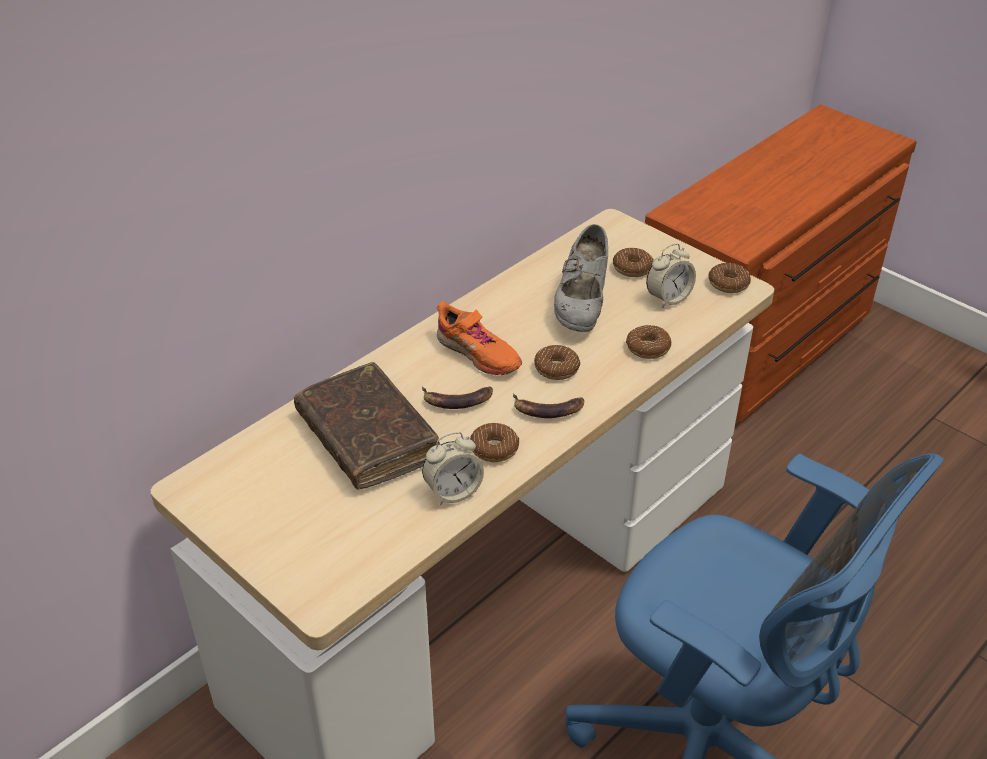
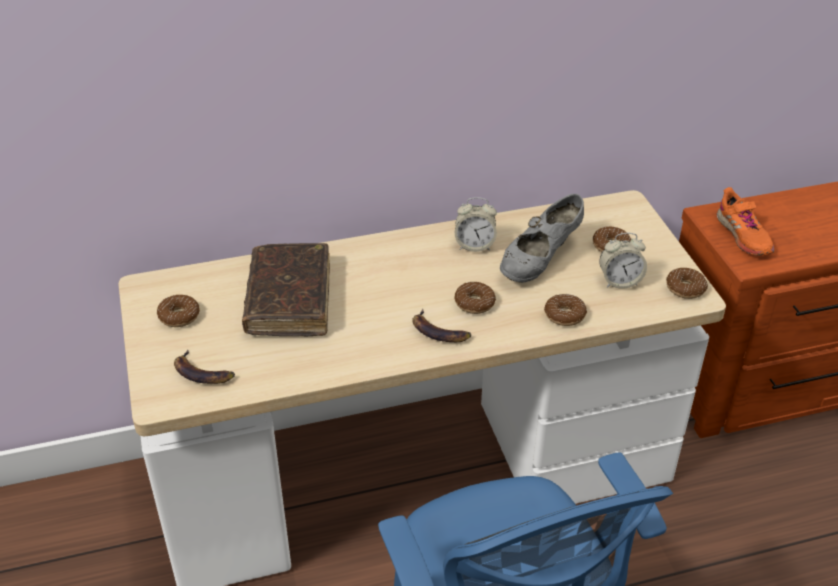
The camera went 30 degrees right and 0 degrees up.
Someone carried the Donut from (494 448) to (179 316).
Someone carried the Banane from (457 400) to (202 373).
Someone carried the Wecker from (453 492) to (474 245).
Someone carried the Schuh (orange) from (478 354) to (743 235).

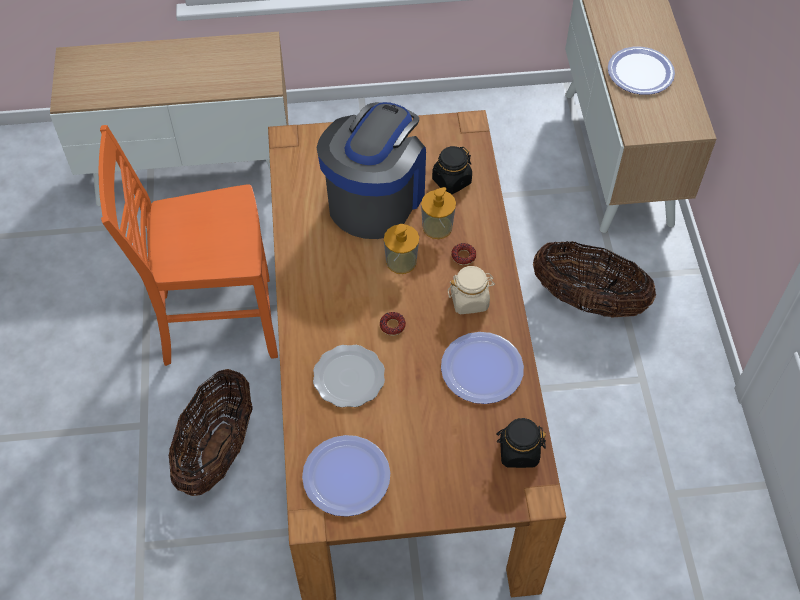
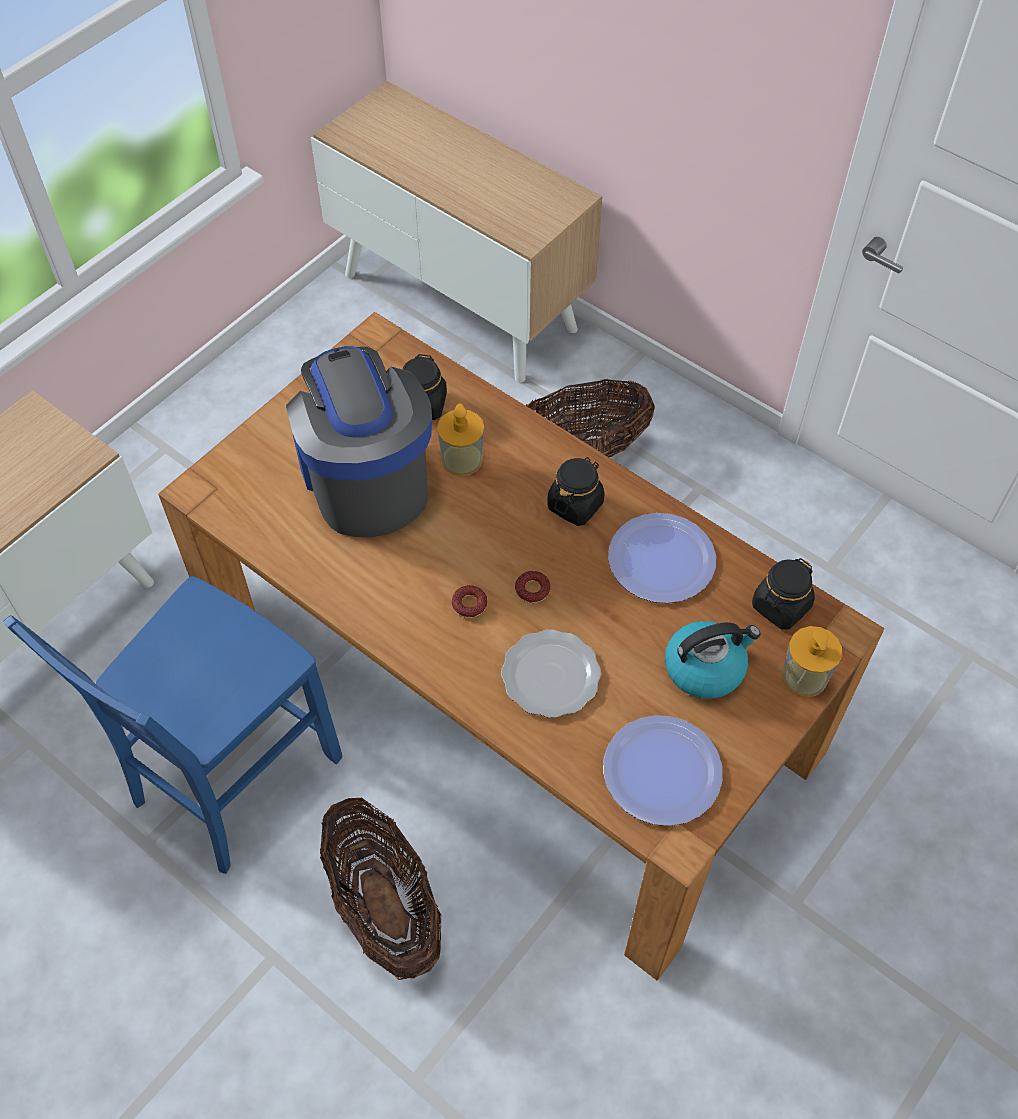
The camera went 45 degrees left and 0 degrees up.
Someone repainted the Stuhl (orange) at (215 322), which became the Stuhl (blau) at (231 780).
Someone carried the Donut from (463 256) to (469 604).
Someone repainted the Vorratsglas (beige) at (469 300), which became the Vorratsglas (schwarz) at (575 505).
Someone put down the Wasserkessel at (705 667).
Someone carried the Seifenspender from (401 261) to (804 677).
Someone took away the Teller at (640 72).

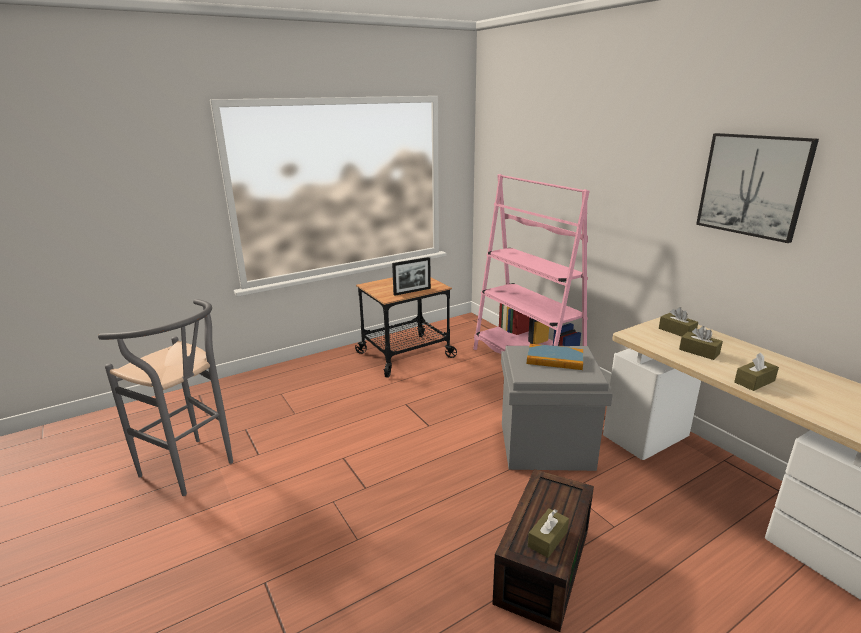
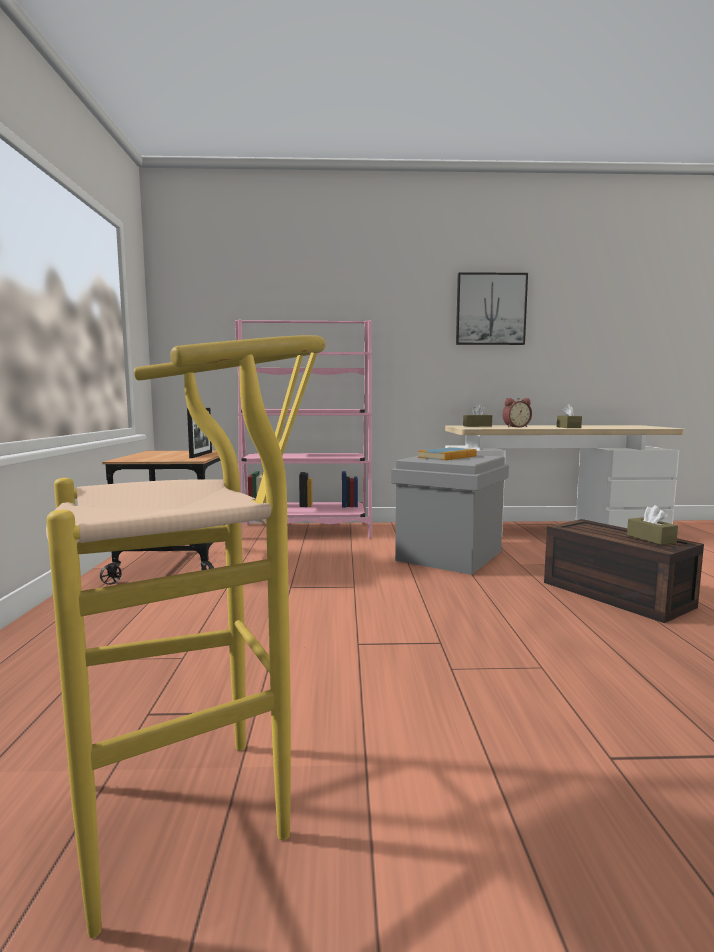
The camera went 60 degrees left and 15 degrees down.
Someone repainted the Hocker (grau) at (194 470), which became the Hocker (gelb) at (204 807).
Someone swapped the Taschentuchbox (braun) at (699 351) for the Wecker at (515 427).

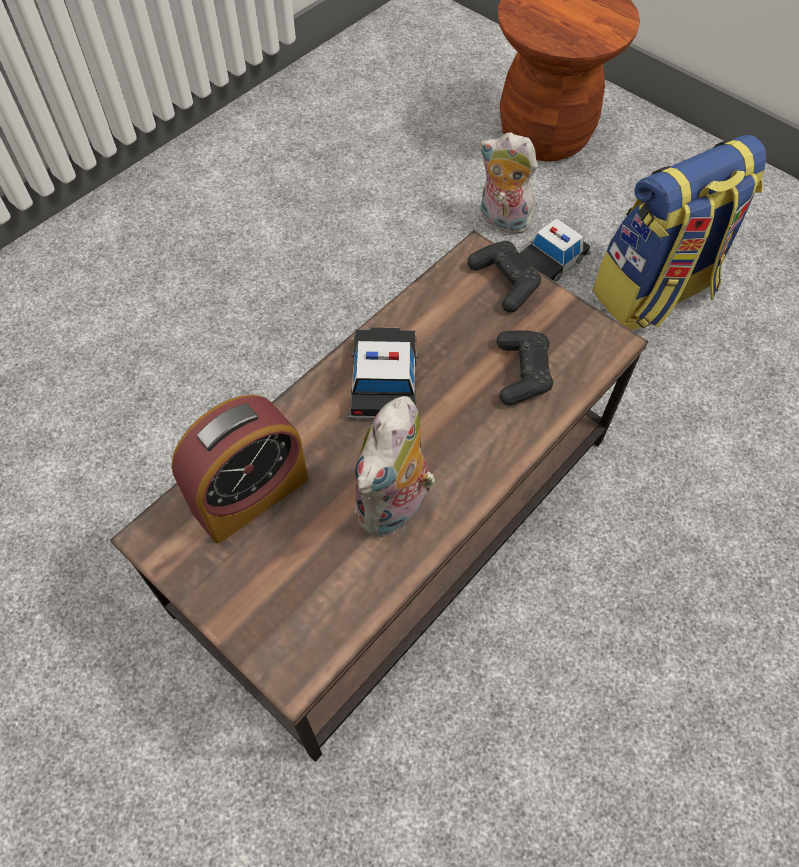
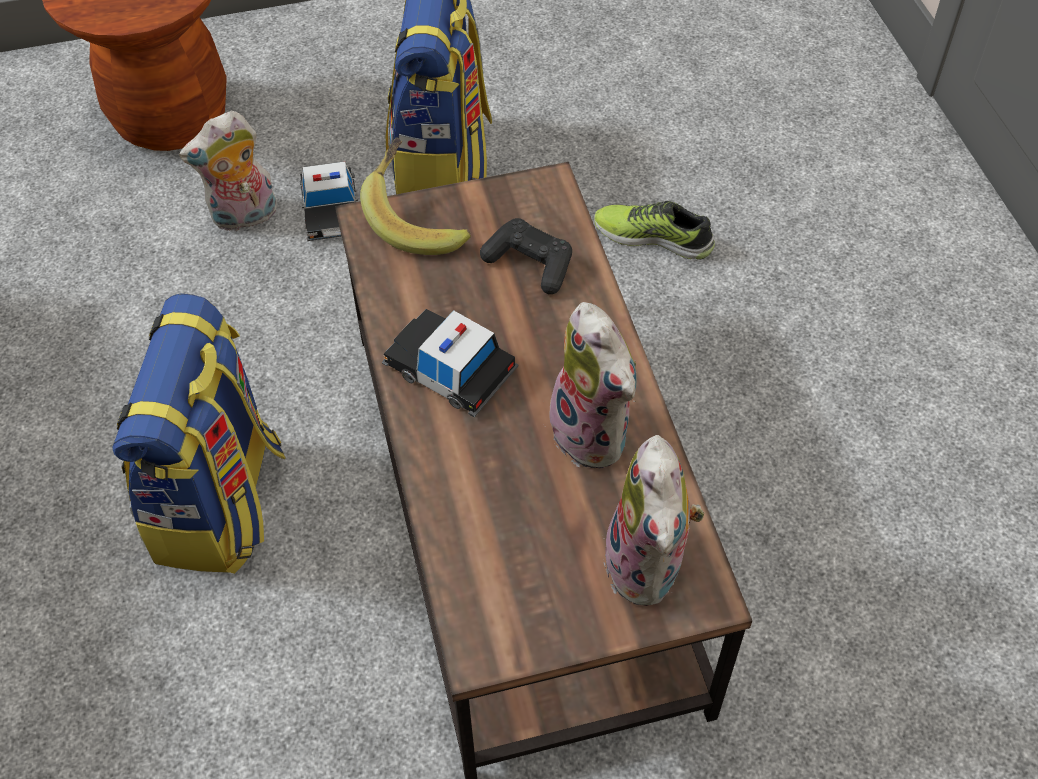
The camera went 55 degrees left and 5 degrees down.
Someone put down the Rucksack at (221 503).
Someone swapped the Gamepad (schwarz) at (504 282) for the Banane at (418 218).
Someone put down the Schuh at (654 236).
Someone put down the Plüschtier at (649 566).
Someone took away the Wecker at (250 494).

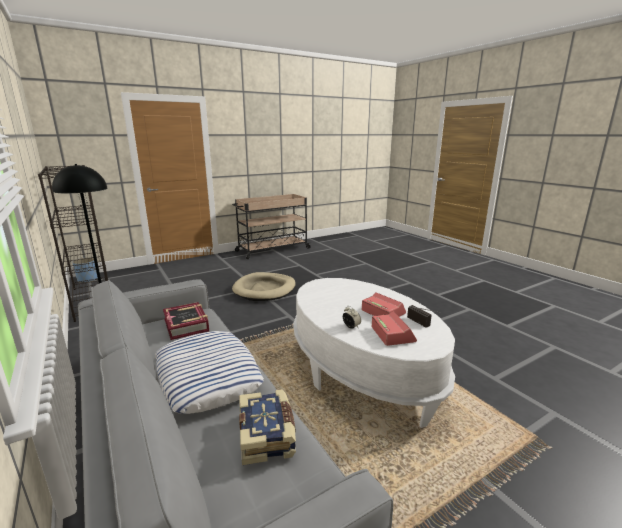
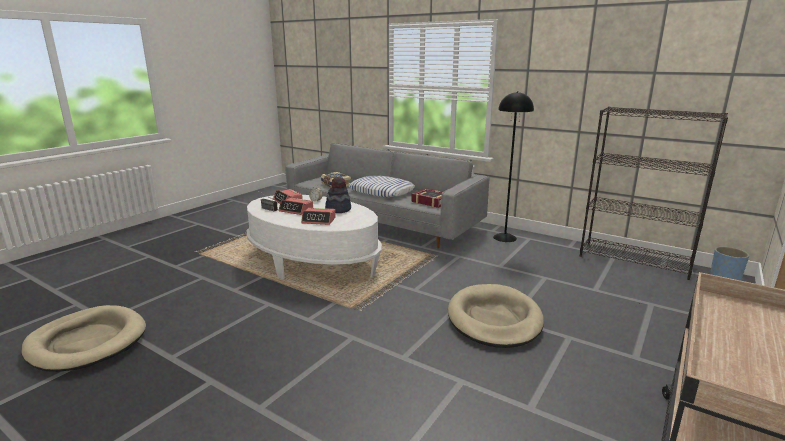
The camera went 155 degrees right and 0 degrees up.
Someone put down the Hundebett (beige) at (87 342).
Someone put down the Wecker at (319 220).
Someone put down the Hut at (338 209).

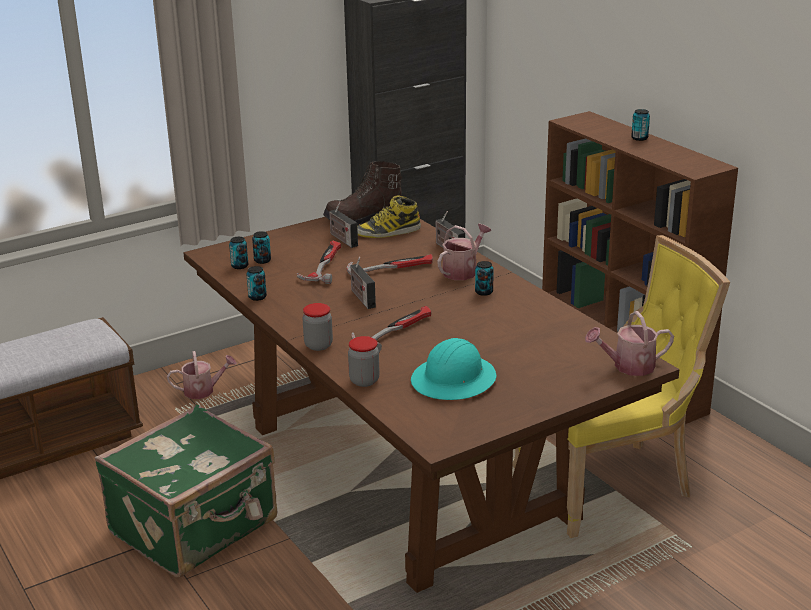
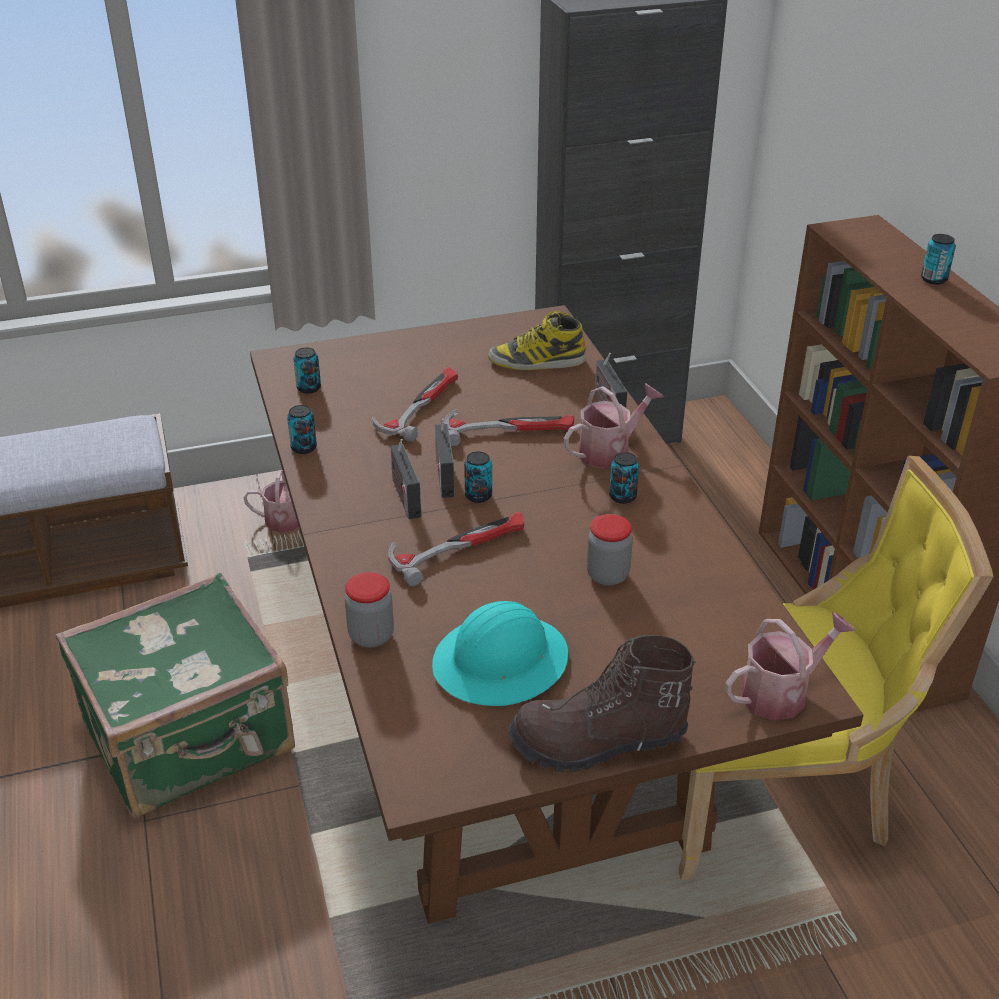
The camera went 15 degrees right and 10 degrees up.
Someone carried the Radio from (342 239) to (404 496).
Someone carried the Dose from (262 260) to (478 496).
Someone carried the Stiefel (braun) from (364 218) to (598 742).
Someone carried the Vorratsglas from (318 345) to (607 575).
Someone rotated the Gießkanne at (628 367) by 150 degrees clockwise.

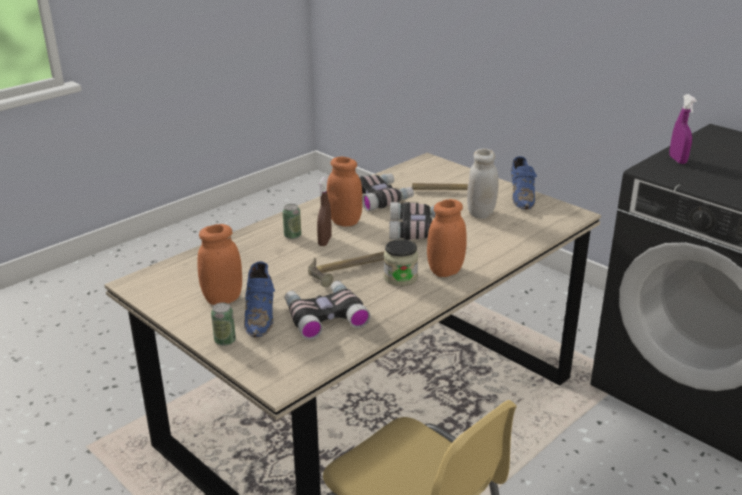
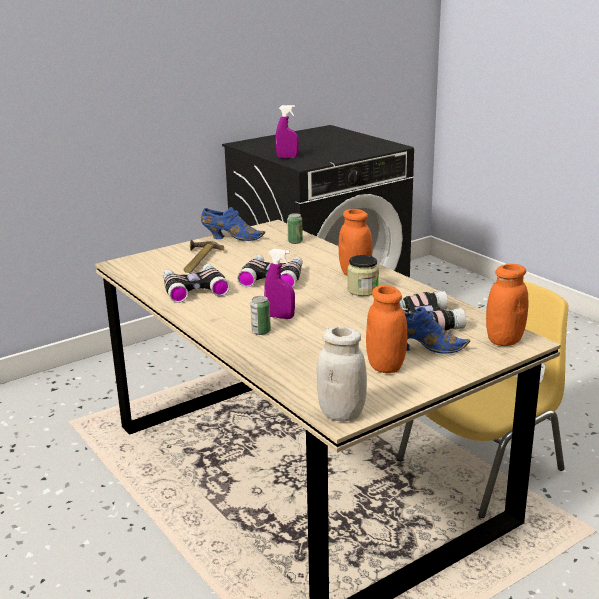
The camera went 80 degrees left and 5 degrees down.
Someone repainted the Sprühflasche (braun) at (325 241), which became the Sprühflasche (lila) at (280 317).
Someone carried the Dose from (225 341) to (295 242).
Someone carried the Vorratsglas (weiß) from (481 213) to (341 414).
Someone carried the Vorratsglas (orange) from (345 221) to (504 340).
Someone took away the Hammer at (352 270).

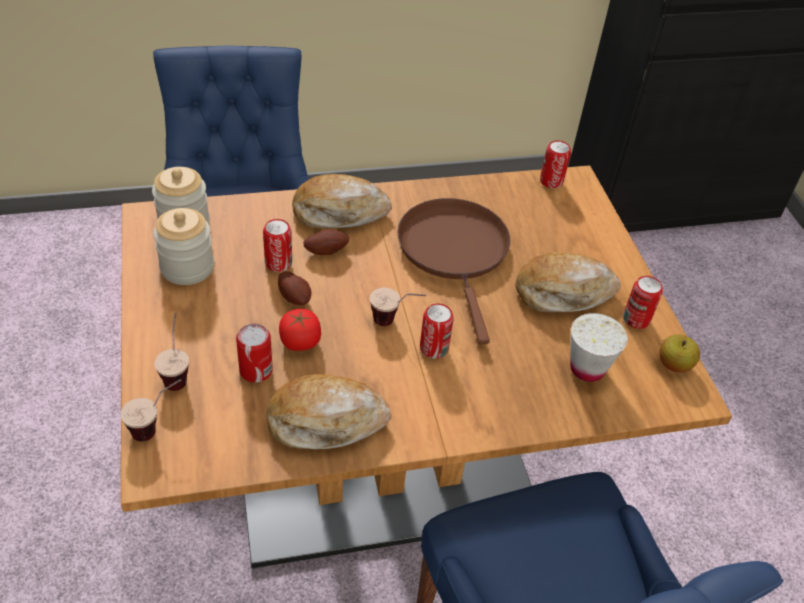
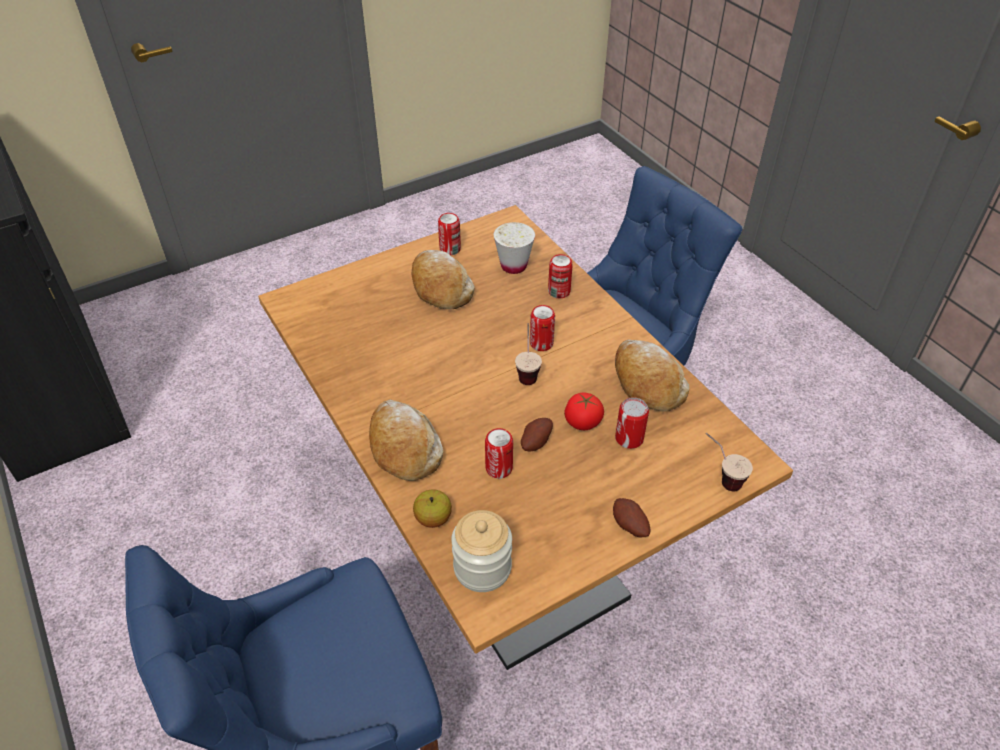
The camera went 105 degrees left and 0 degrees up.
Someone carried the Apfel from (674 364) to (433 518).
Someone carried the Dose from (551 181) to (559 292).
Someone carried the Kartoffel from (326 250) to (629 526).
Someone took away the Vorratsglas at (187 267).
Someone took away the Tasse at (177 372).
Someone took away the Pfanne (braun) at (455 251).

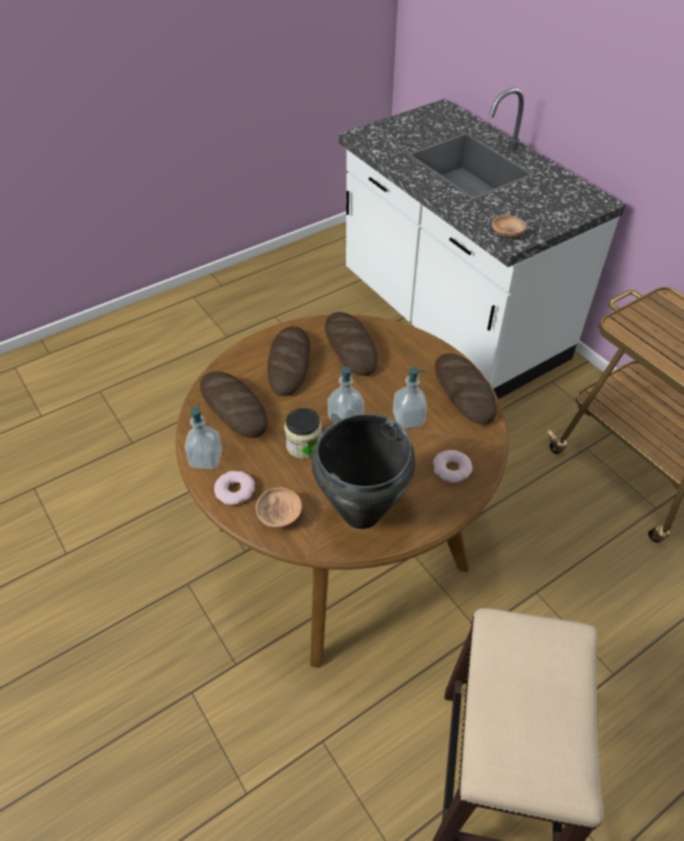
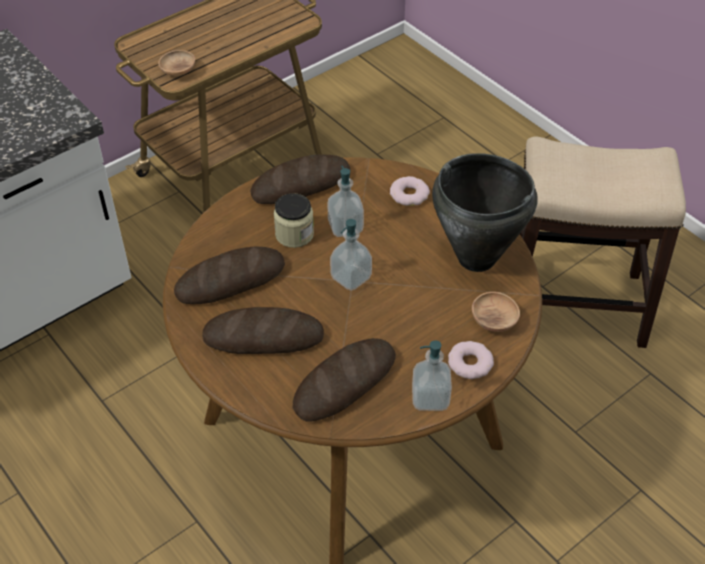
The camera went 95 degrees left and 0 degrees up.
Someone carried the Schüssel (braun) from (507 234) to (178 72).
Someone carried the Vorratsglas from (304 445) to (294 234).

